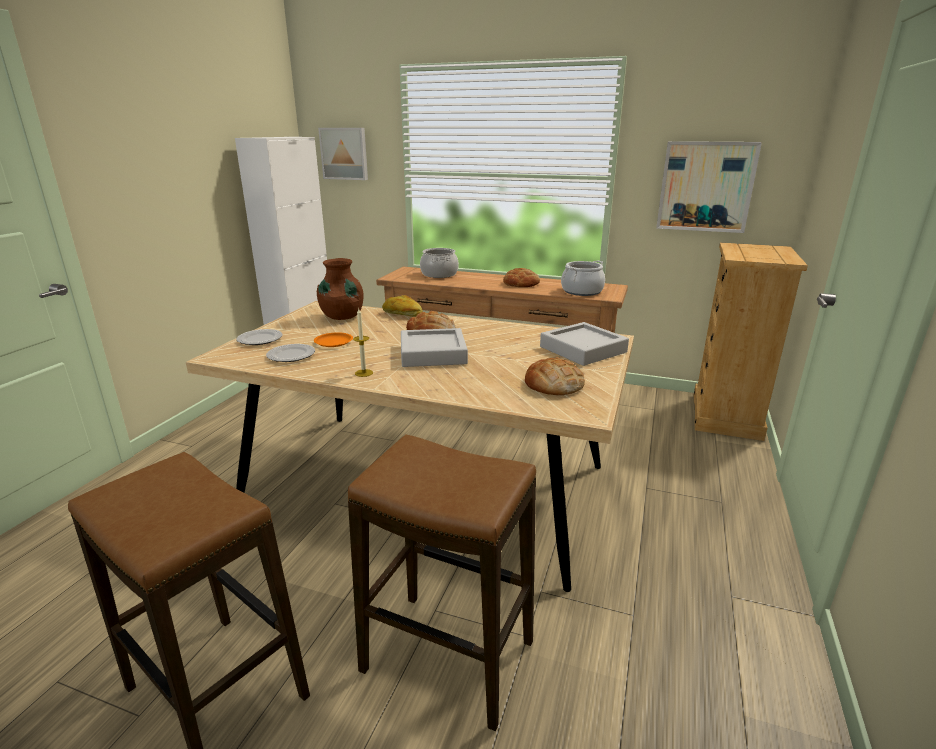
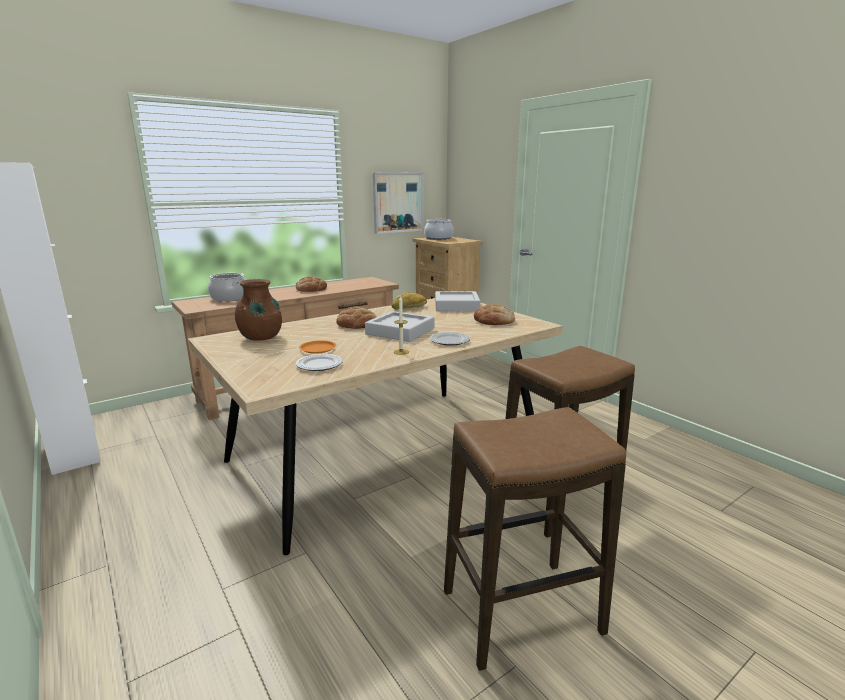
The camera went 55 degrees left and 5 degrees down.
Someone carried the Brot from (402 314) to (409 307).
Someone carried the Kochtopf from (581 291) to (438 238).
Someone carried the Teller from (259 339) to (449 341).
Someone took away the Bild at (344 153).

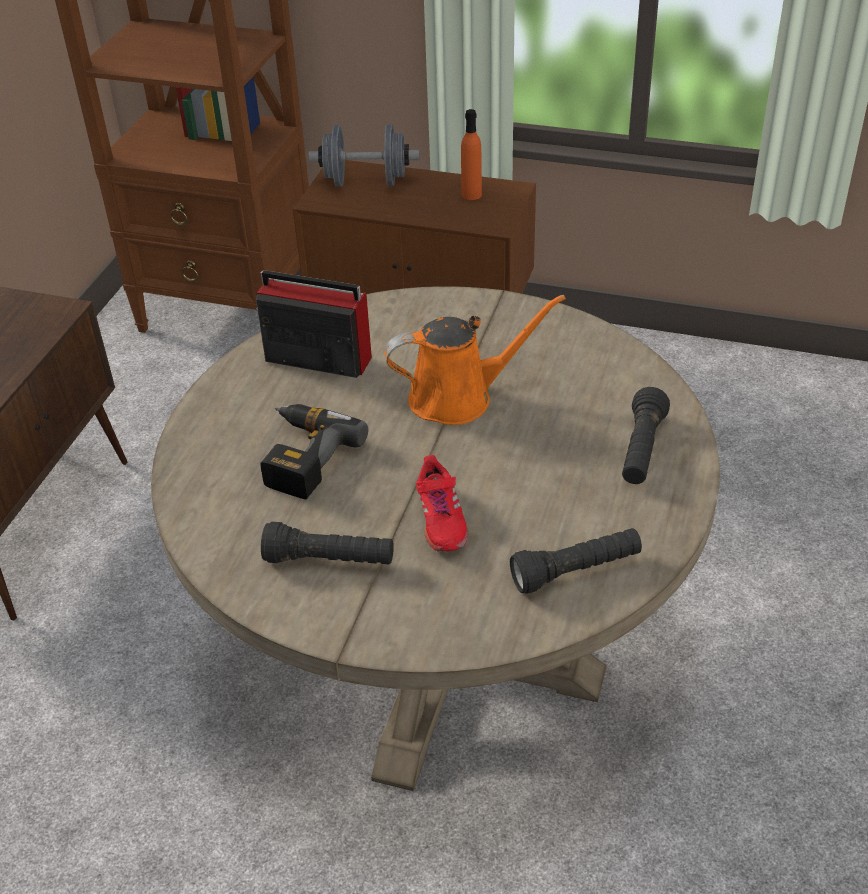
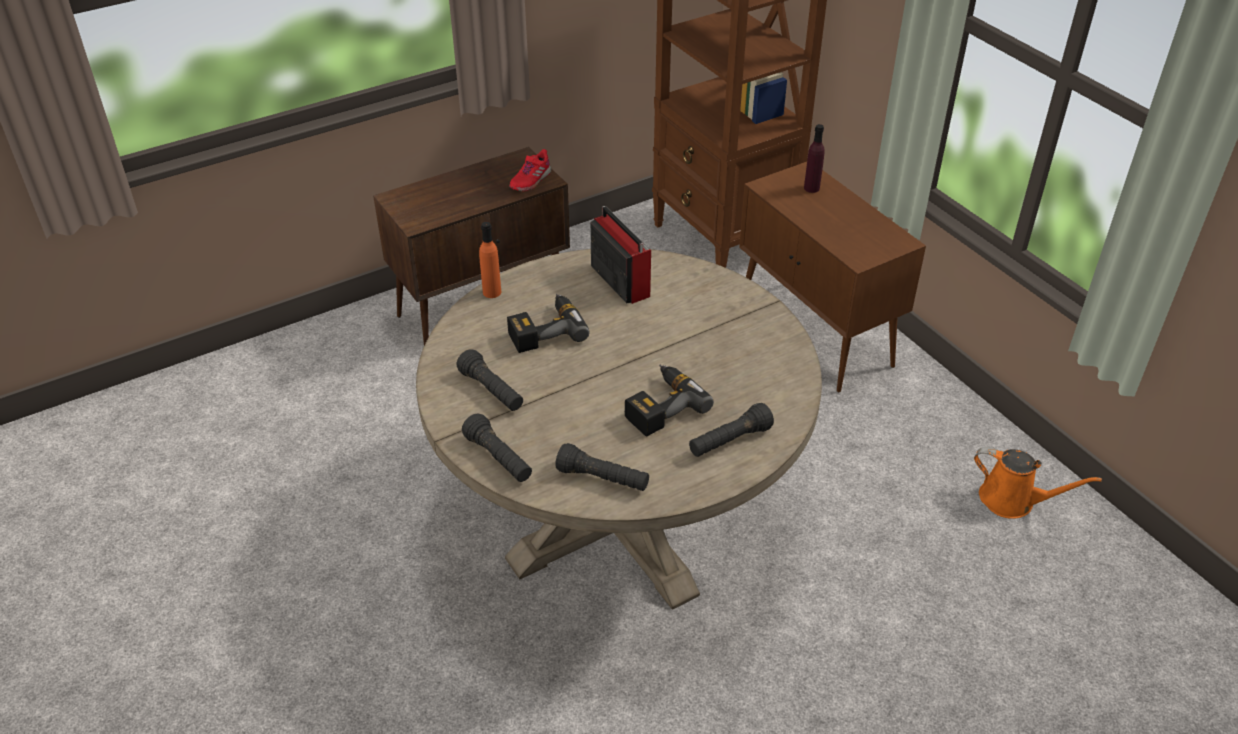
The camera went 40 degrees right and 0 degrees up.
Someone put down the Taschenlampe (schwarz) at (499 459).
Someone carried the Flasche (orange) from (471 194) to (492 292).
Someone carried the Schuh (rot) from (441 519) to (530 180).
Someone put down the Bohrmaschine at (660 406).
Someone swapped the Hantel (grau) at (366 182) for the Flasche (lila) at (811 188).
Someone carried the Gießkanne (orange) from (459 397) to (1012 500).

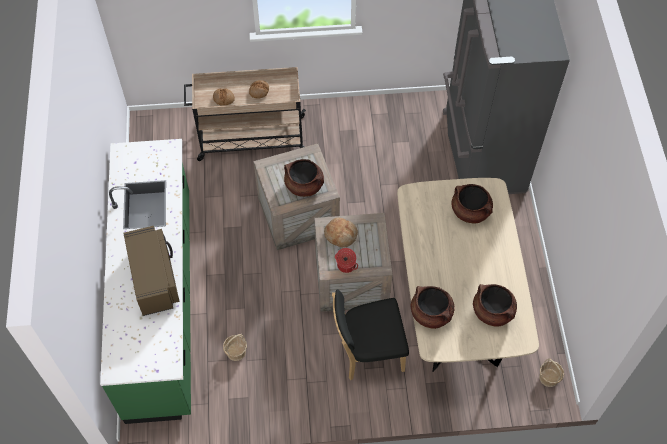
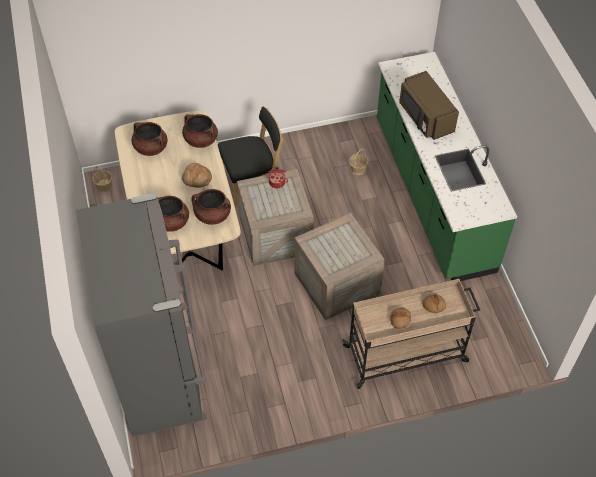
The camera went 170 degrees right and 5 degrees down.
Someone carried the Brot from (341 235) to (196 179).
Someone carried the Kochtopf (braun) from (304 185) to (212 215).

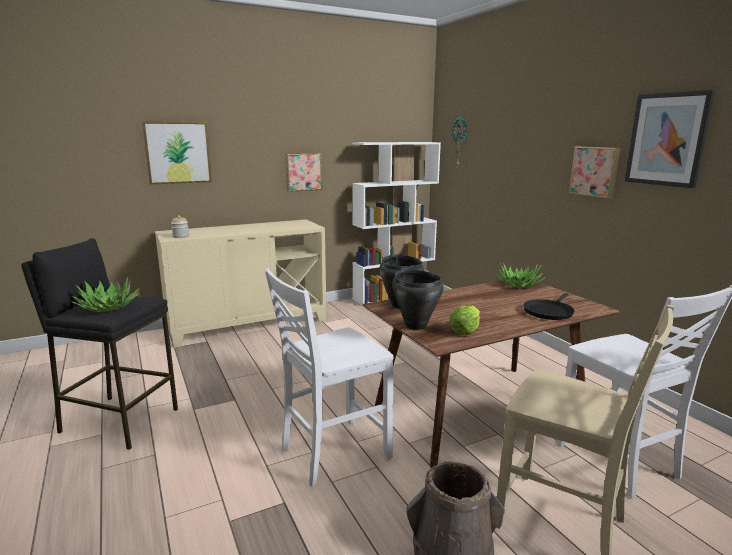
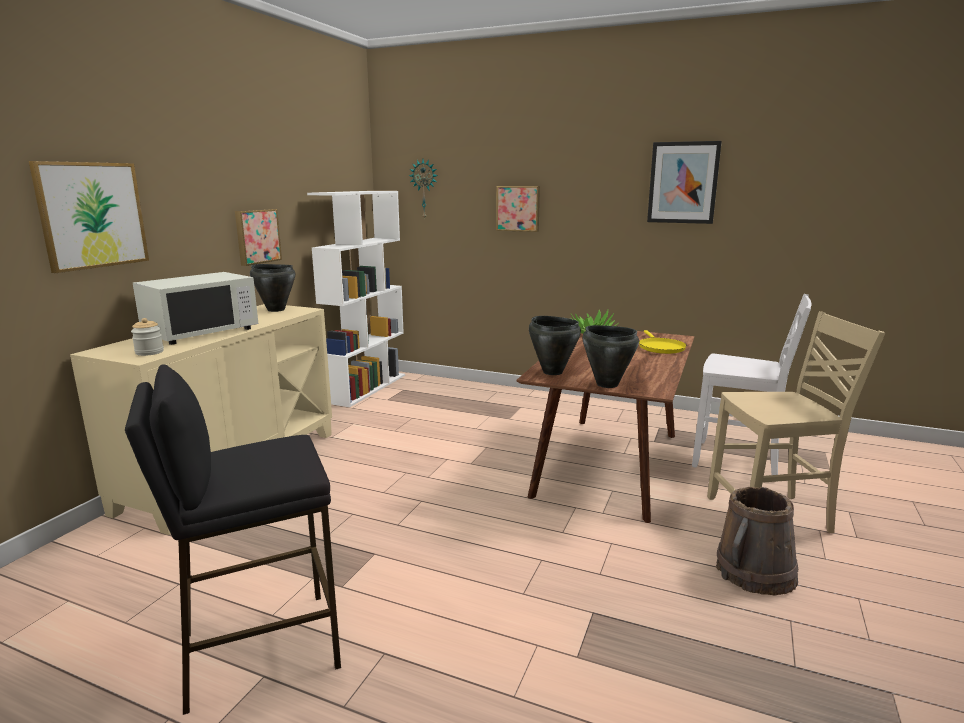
The camera went 40 degrees left and 0 degrees up.
Someone put down the Mikrowelle (weiß) at (201 332).
Someone put down the Kochtopf (schwarz) at (276 310).
Someone carried the Bild from (595 171) to (518 208).
Someone repainted the Pfanne (schwarz) at (548 311), which became the Pfanne (gelb) at (660 347).
Someone took away the Topfpflanze at (108 307).
Someone took away the Stuhl (weiß) at (332 452).
Someone took away the Salatkopf at (465 331).

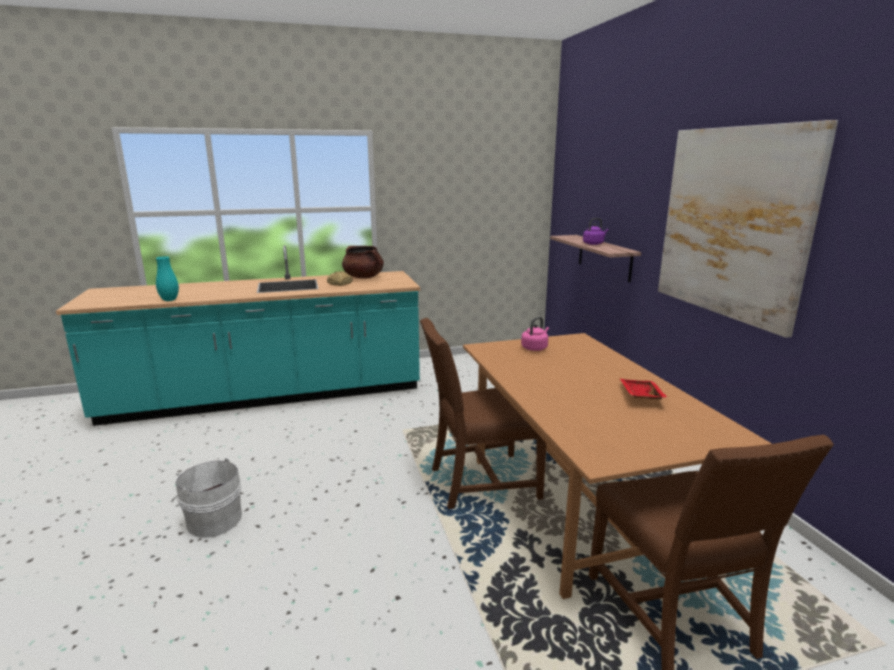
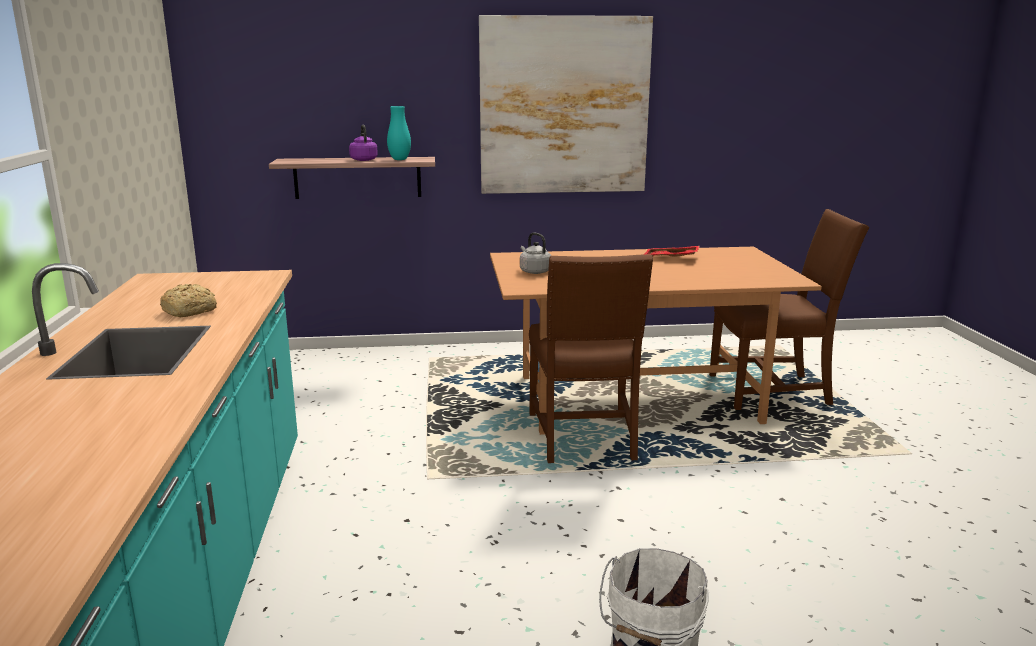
The camera went 80 degrees left and 0 degrees up.
Someone carried the Vase (türkis) from (169 300) to (399 159).
Someone repainted the Wasserkessel (rosa) at (535 348), which became the Wasserkessel (grau) at (534 271).
Someone took away the Kochtopf (braun) at (363 277).

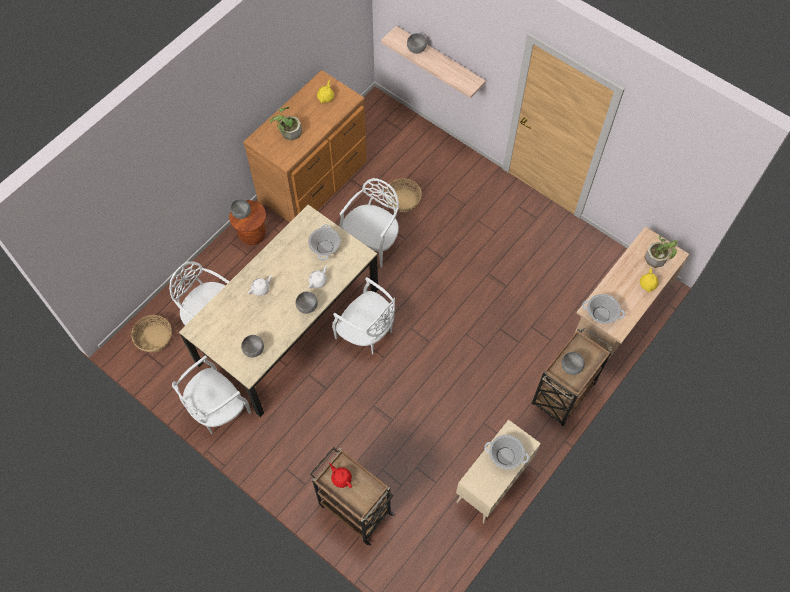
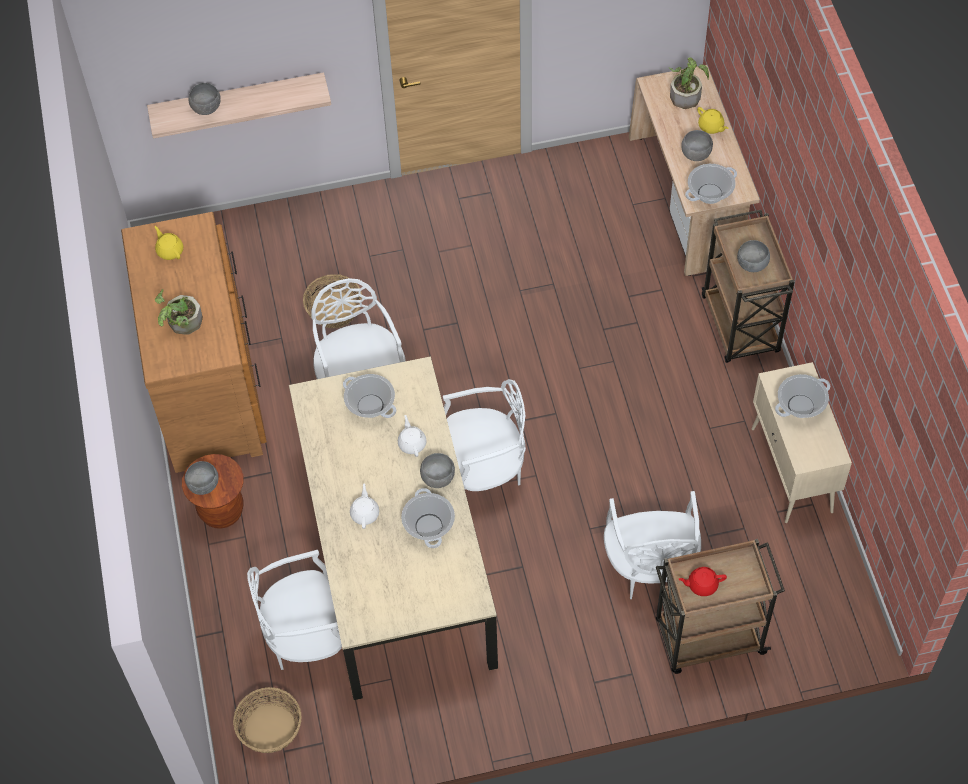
The camera went 50 degrees left and 5 degrees down.
Someone put down the Kochtopf at (428 526).
Someone carried the Stuhl (weiß) from (217 409) to (650 568).
Someone carried the Schüssel (grau) from (254 350) to (696 154).

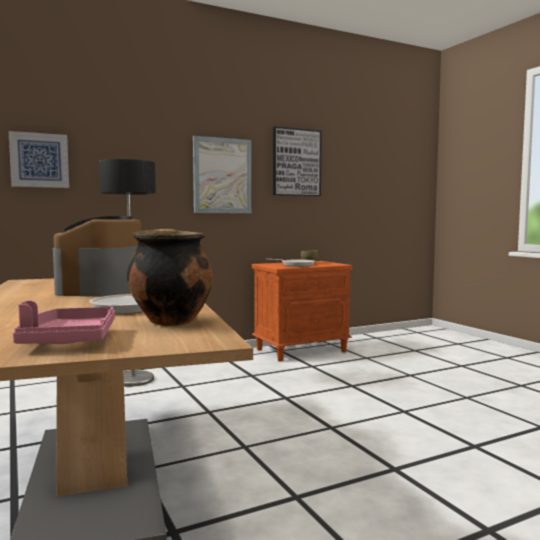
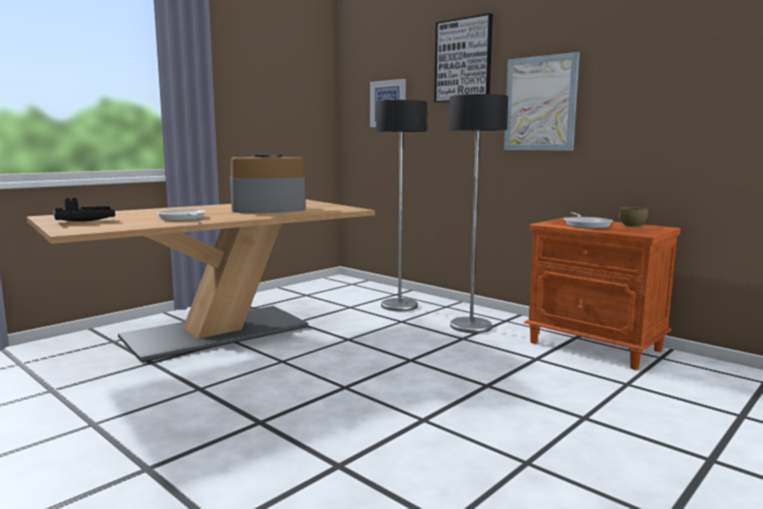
The camera went 70 degrees right and 5 degrees up.
Someone repainted the Tablett (rosa) at (69 340), which became the Tablett (schwarz) at (84 221).
Someone carried the Bild from (296 162) to (463 60).
Someone put down the Stehlampe at (471 326).
Someone took away the Kochtopf at (170 321).

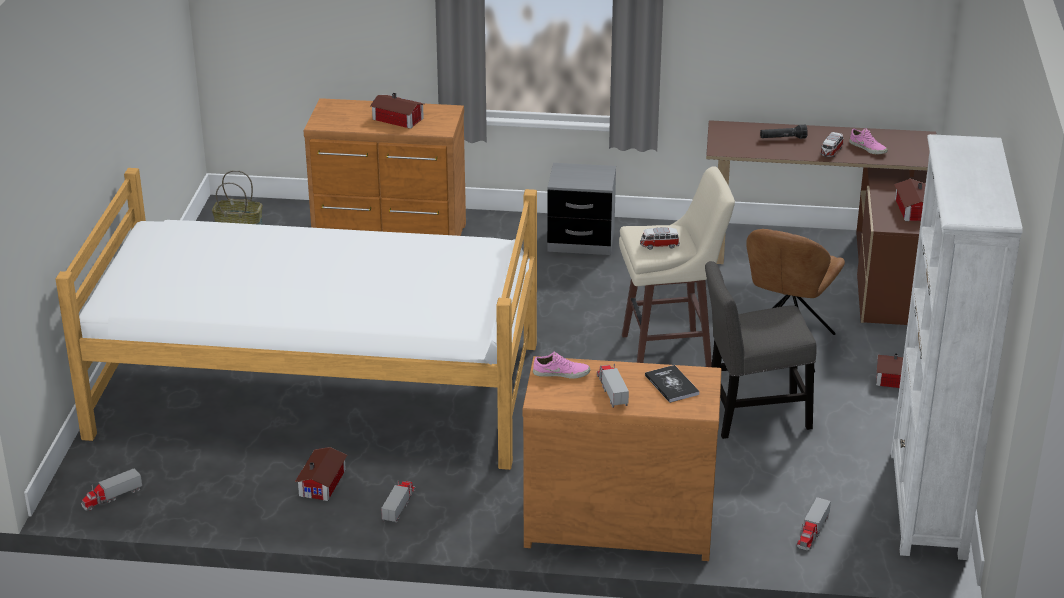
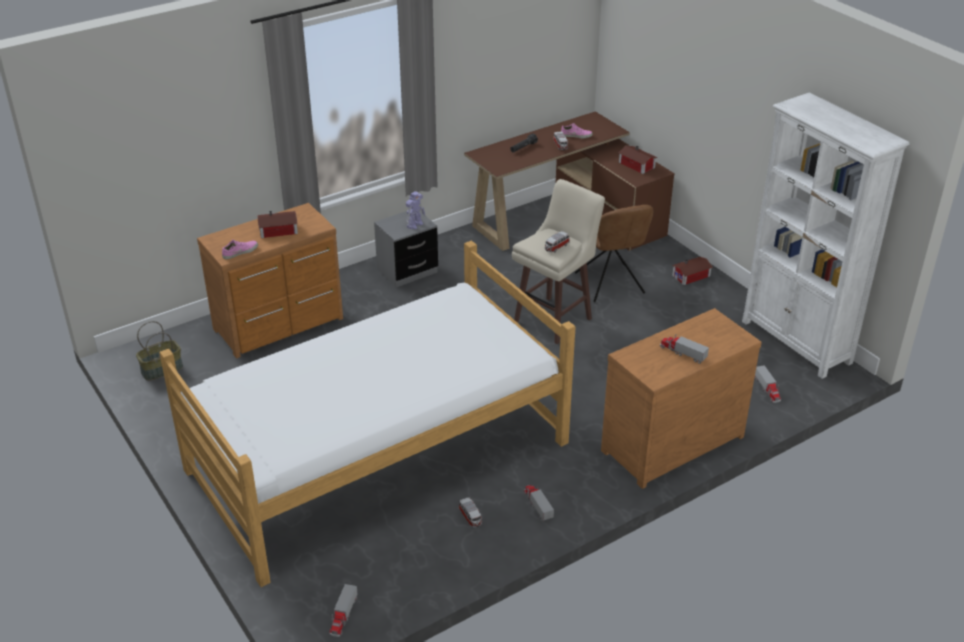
The camera went 40 degrees left and 5 degrees up.
Someone carried the Schuh (rosa) from (561 373) to (240 252).
Someone put down the Spielzeugroboter at (415 224).
Someone swapped the Spielzeughaus at (324 482) for the Spielzeugauto at (470 517).
Someone took away the Buch at (671 385).
Someone took away the Stuhl (grau) at (752 414).

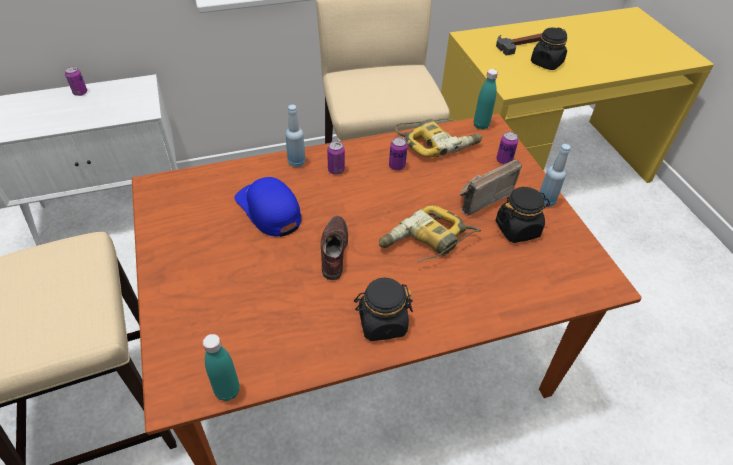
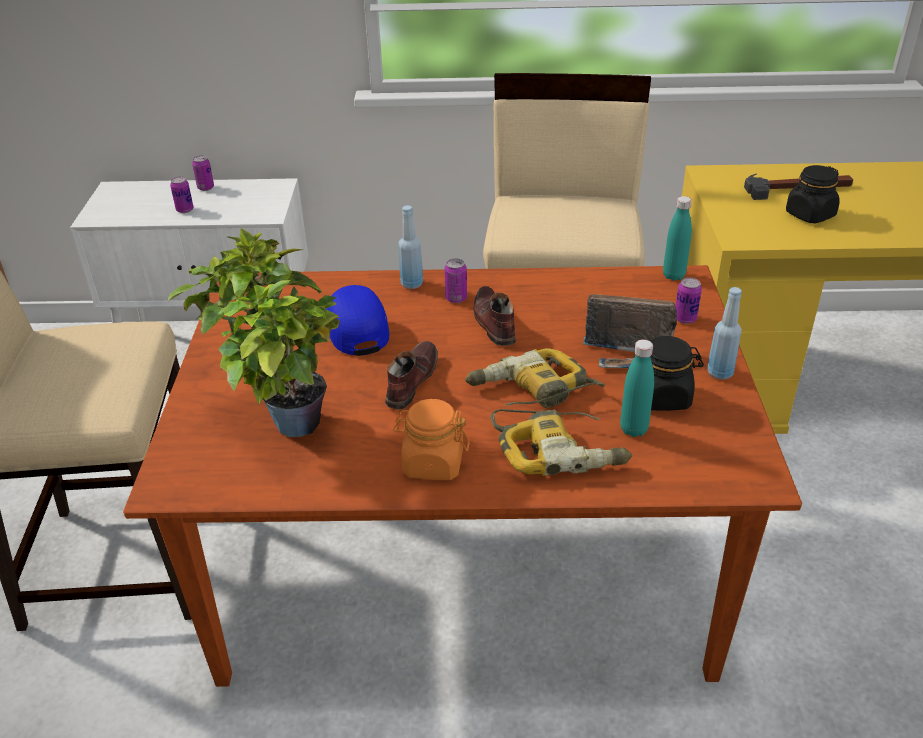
The camera went 20 degrees right and 10 degrees down.
Someone put down the Topfpflanze at (284 422).
Someone carried the Dose from (397 166) to (185 210).
Someone repainted the Vorratsglas (schwarz) at (382 323), which became the Vorratsglas (orange) at (433 463).
Someone put down the Schuh (braun) at (493 322).
Someone carried the Bohrmaschine from (438 142) to (559 450).
Someone rotated the Radio at (479 197) by 150 degrees counterclockwise.
Someone carried the Flasche (türkis) from (227 391) to (633 429).

